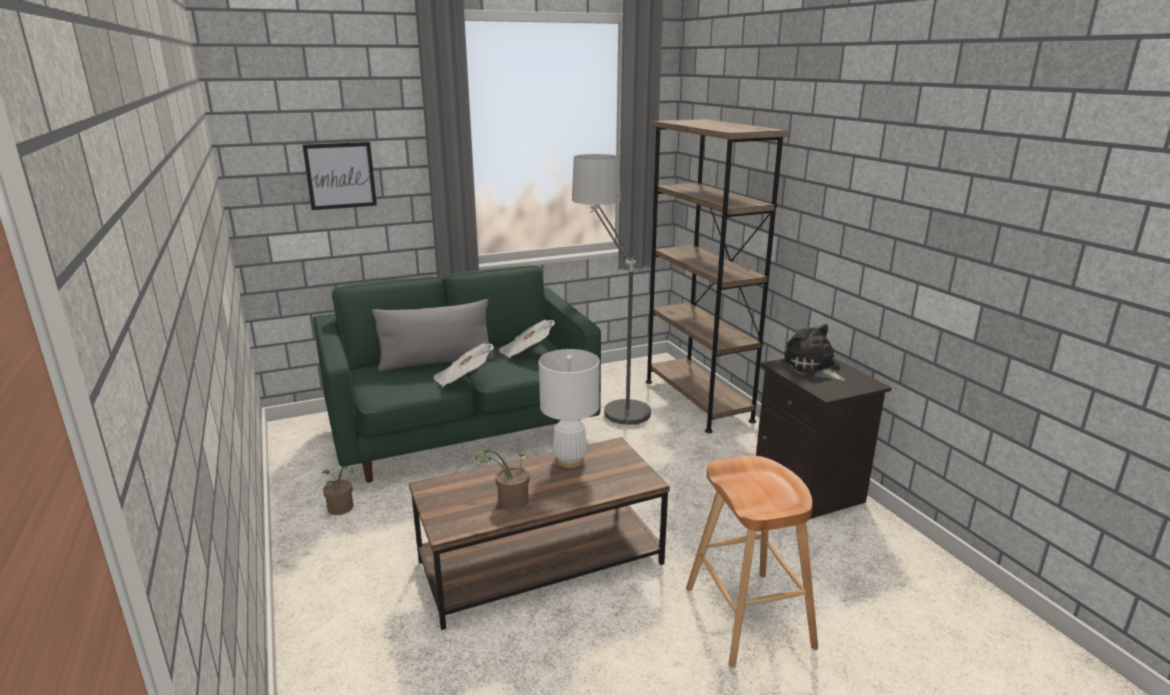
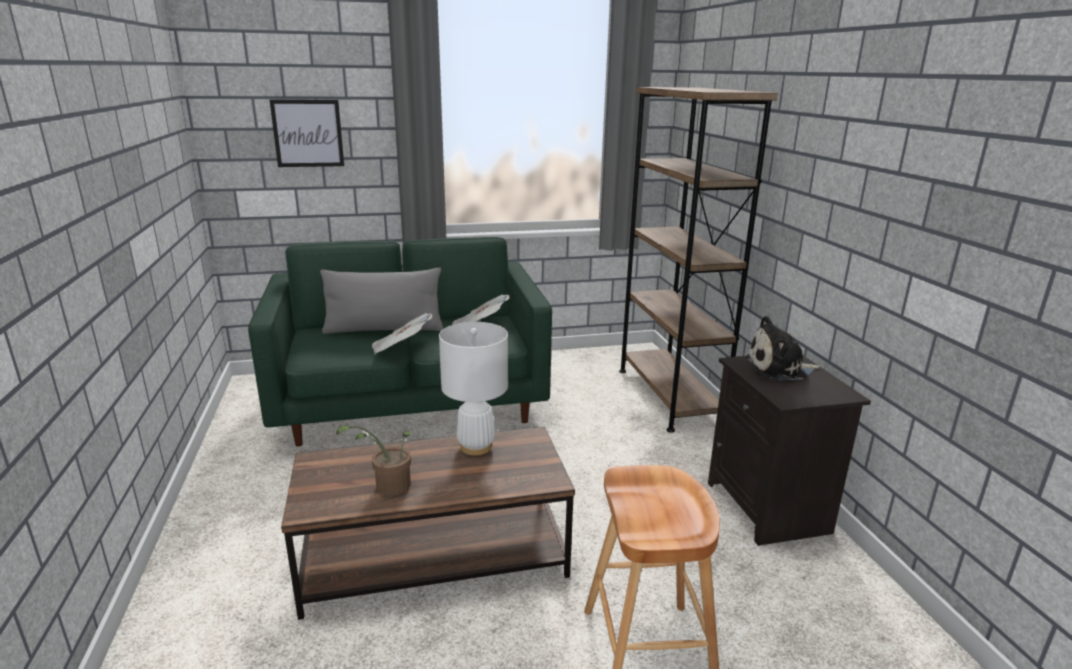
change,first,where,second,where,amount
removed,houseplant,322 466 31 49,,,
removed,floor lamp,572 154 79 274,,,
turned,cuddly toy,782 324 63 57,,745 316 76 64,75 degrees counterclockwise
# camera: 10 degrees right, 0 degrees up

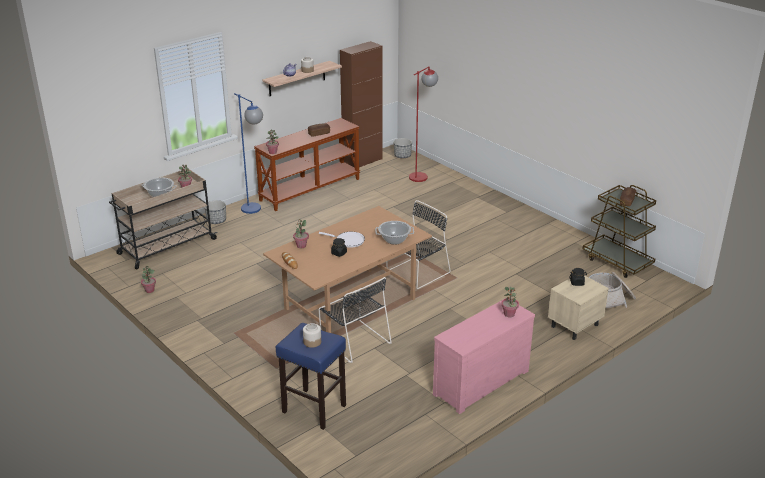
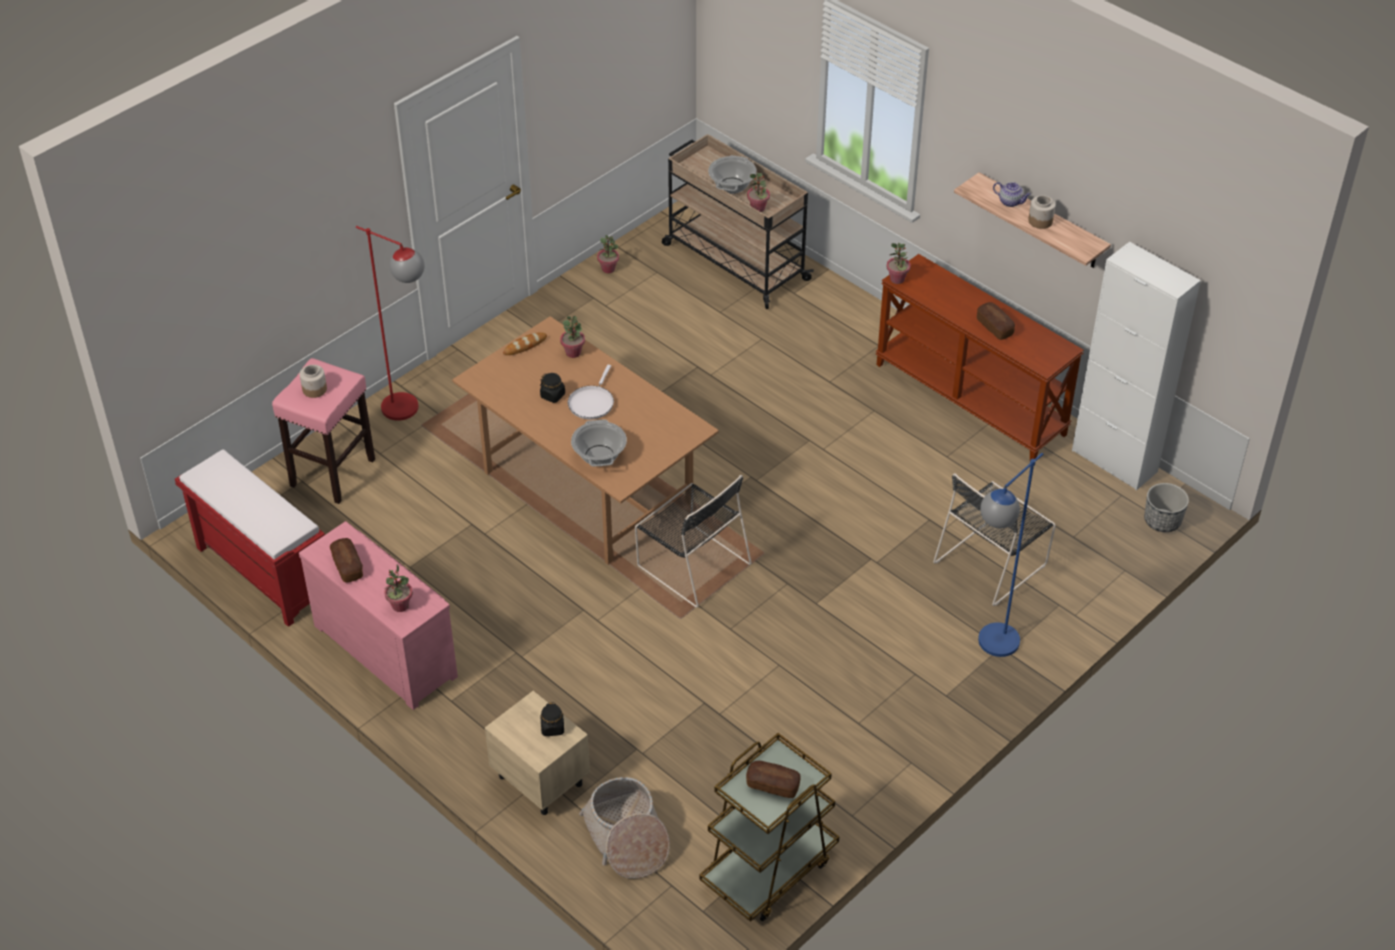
change,first,where,second,where,amount
removed,flower pot,204 200 22 24,,,
moved,floor lamp/blue,234 93 29 121,,978 453 65 204,
recoloured,stool seat/blue,276 323 70 107,stool seat/pink,272 358 103 146,
moved,upright chair/black-coloured,318 277 74 86,,933 474 123 132,
recoloured,cupboard/brownish,340 41 42 126,cupboard/whitish,1072 242 129 248,
moved,floor lamp/reddish,409 67 29 115,,356 226 68 195,
added,,,long seat/reddish,175 449 150 178,
added,,,baked bread,330 538 33 45,
# camera: 85 degrees right, 15 degrees up

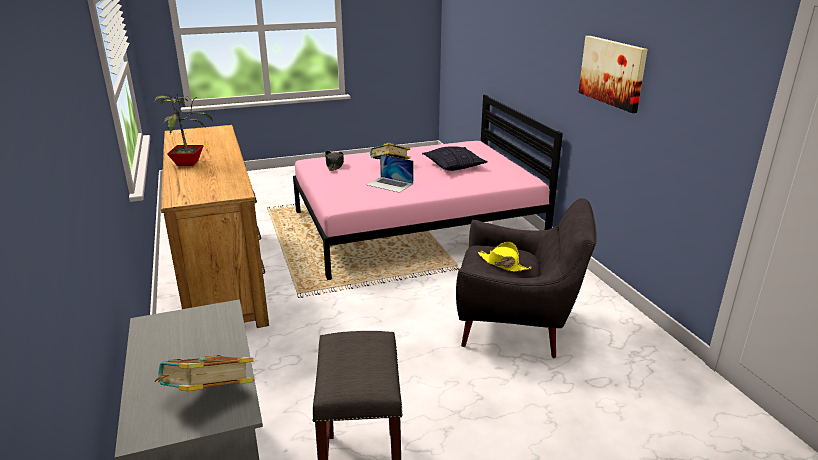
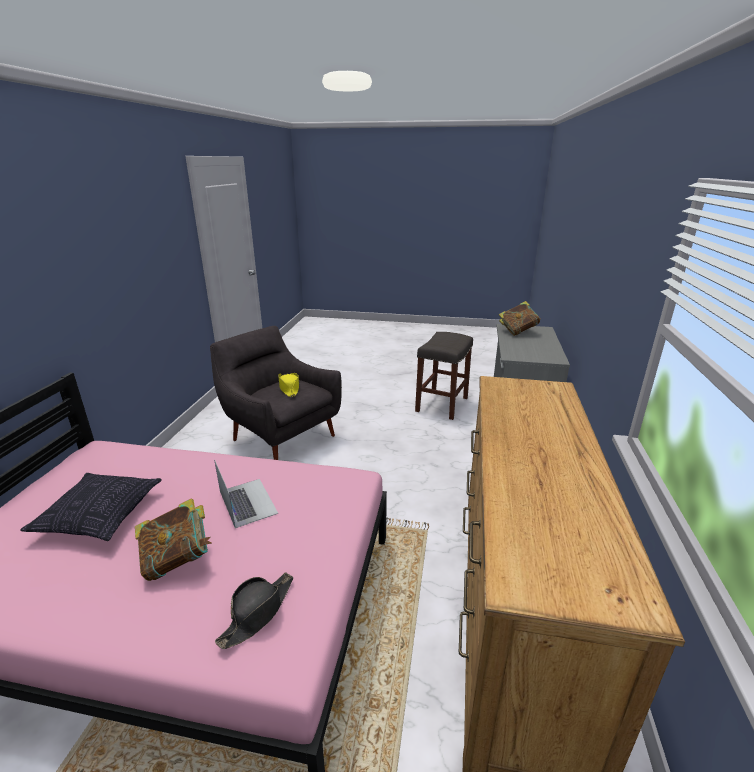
change,first,where,second,where,amount
removed,houseplant,153 91 60 75,,,
removed,wall art,579 36 69 77,,,
# camera: 150 degrees left, 0 degrees up

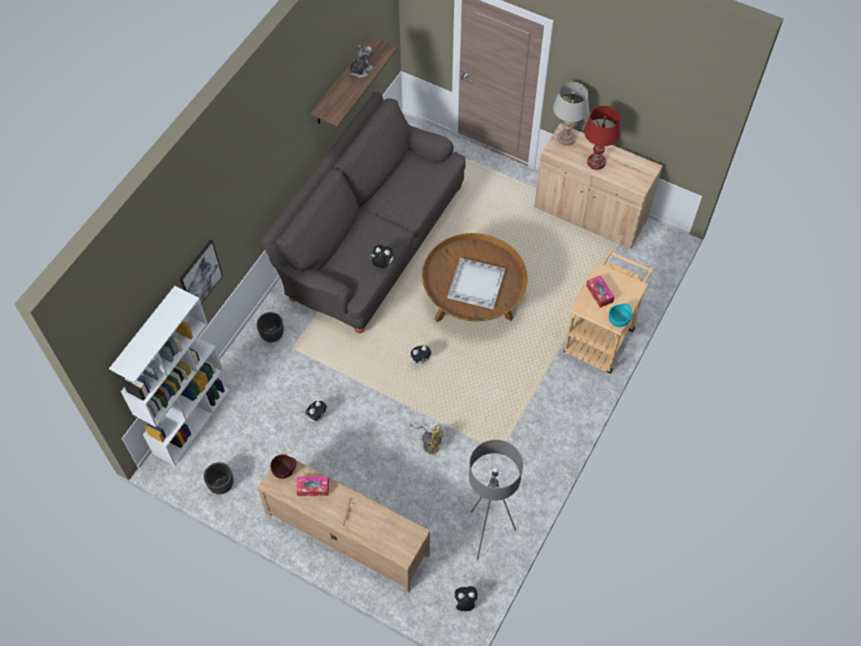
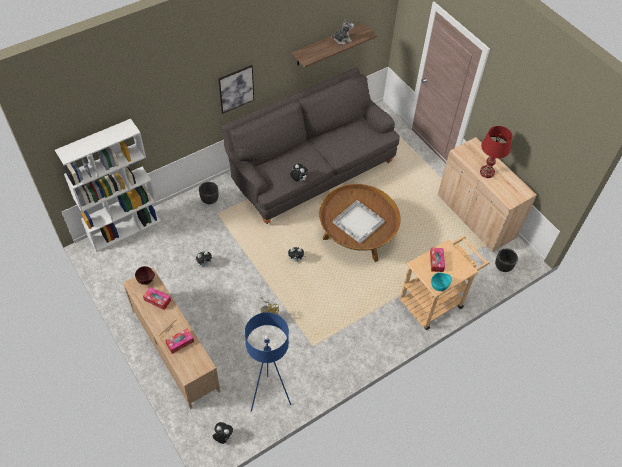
change,first,where,second,where,amount
moved,wall art,179 240 44 64,,218 65 36 49,
moved,flower pot/black-coloured,204 462 30 32,,495 248 23 24,
recoloured,floor lamp/grey,469 440 54 120,floor lamp/blue,245 312 46 100,
removed,table lamp/grey,553 82 36 64,,,
added,,,tissue box,165 329 29 25,
# camera: 25 degrees right, 5 degrees down

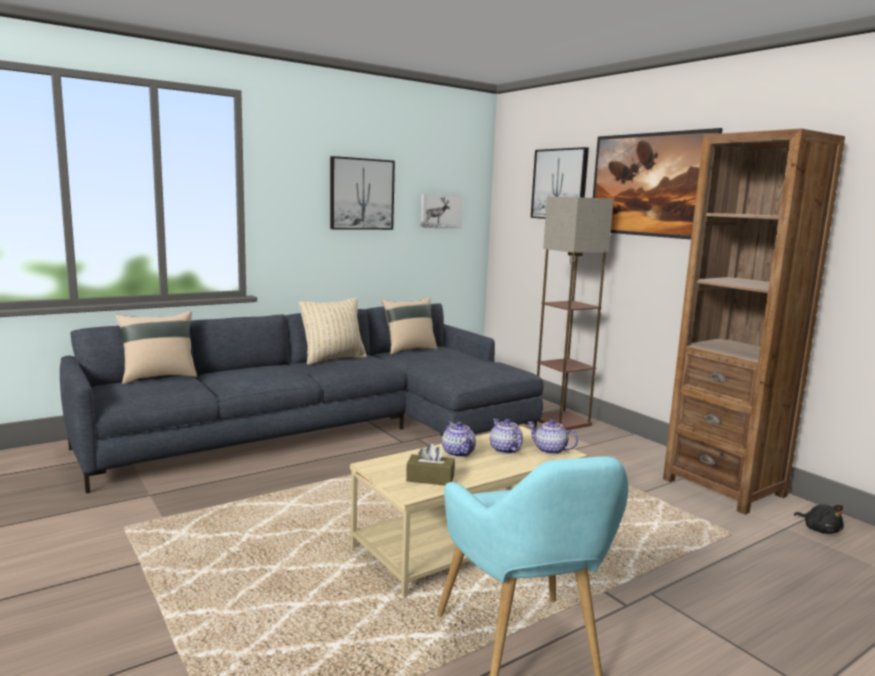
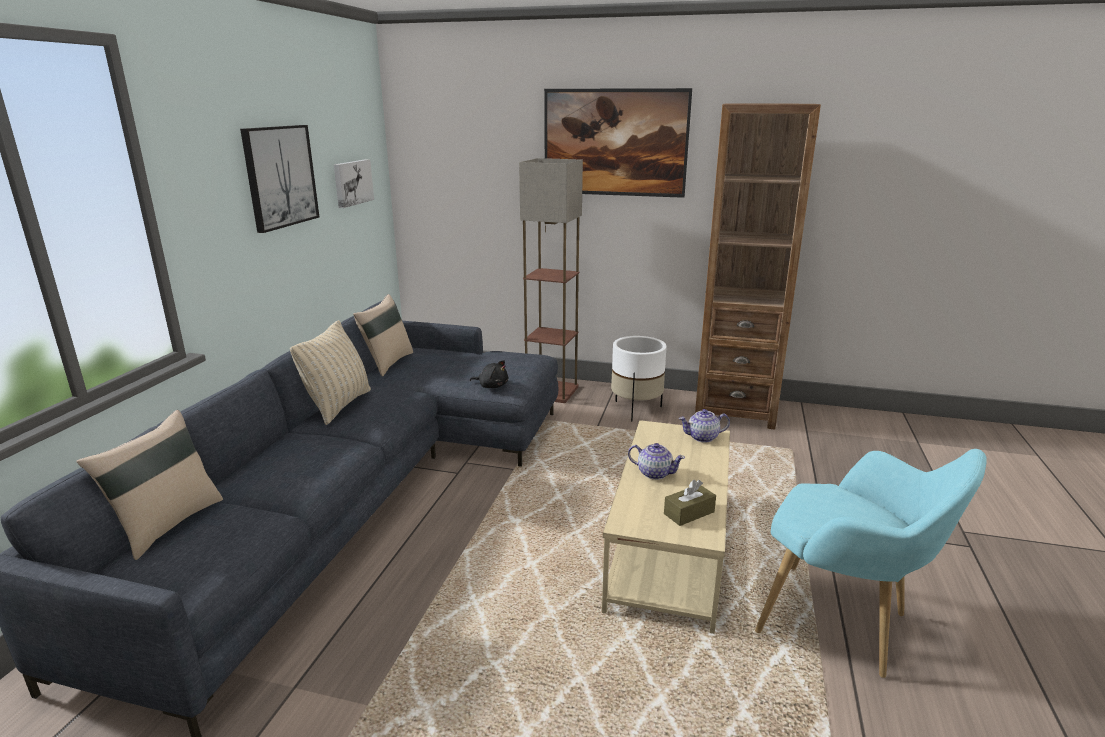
change,first,where,second,where,amount
removed,tea pot,490 419 33 35,,,
removed,wall art,531 147 58 72,,,
moved,cuddly toy/black-coloured,794 504 50 30,,470 360 38 28,
added,,,flower pot/whitish,611 336 56 85,
# camera: 40 degrees left, 10 degrees up

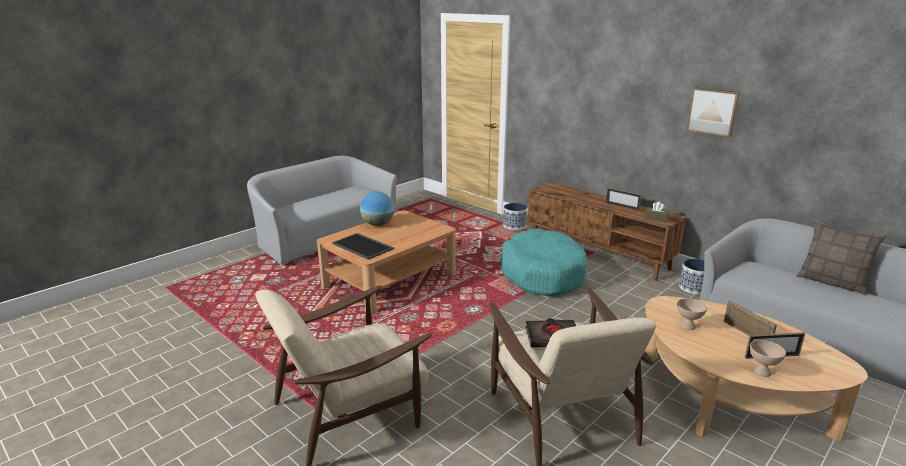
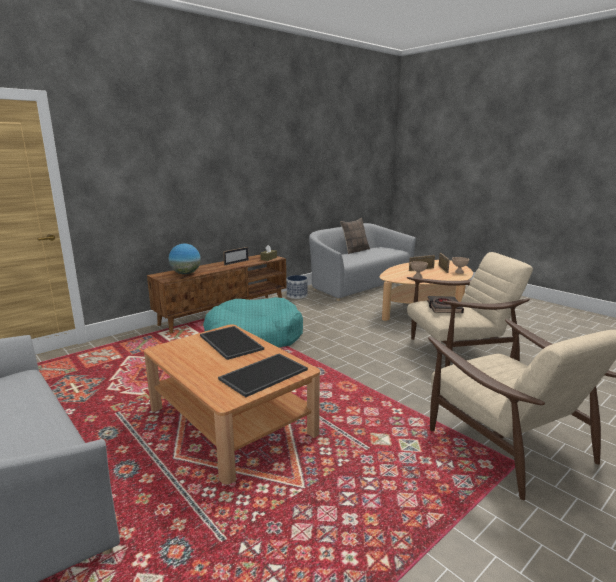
change,first,where,second,where,amount
moved,desk globe,360 192 34 34,,169 243 32 32,
removed,flower pot,503 203 24 27,,,
removed,wall art,687 87 53 50,,,
added,,,serving tray,200 326 64 34,
# camera: 85 degrees left, 5 degrees down

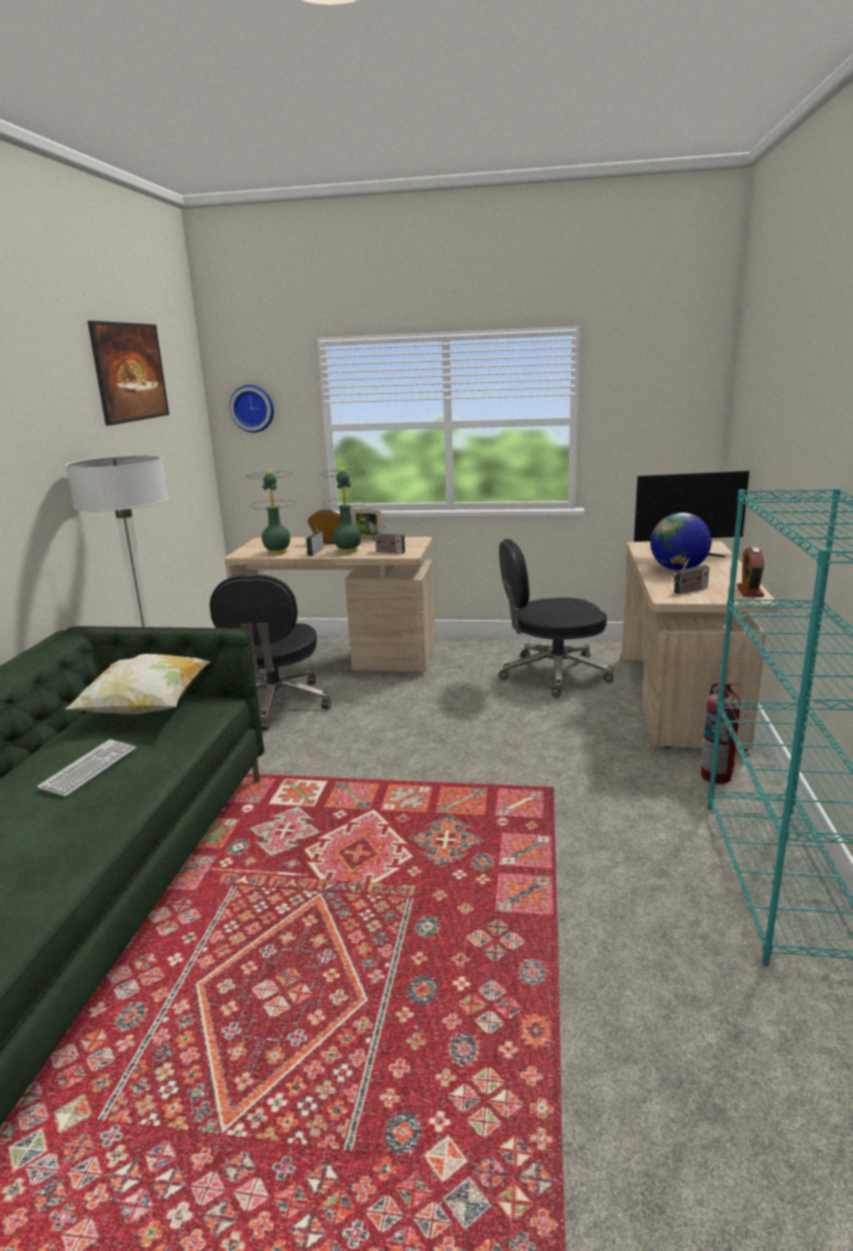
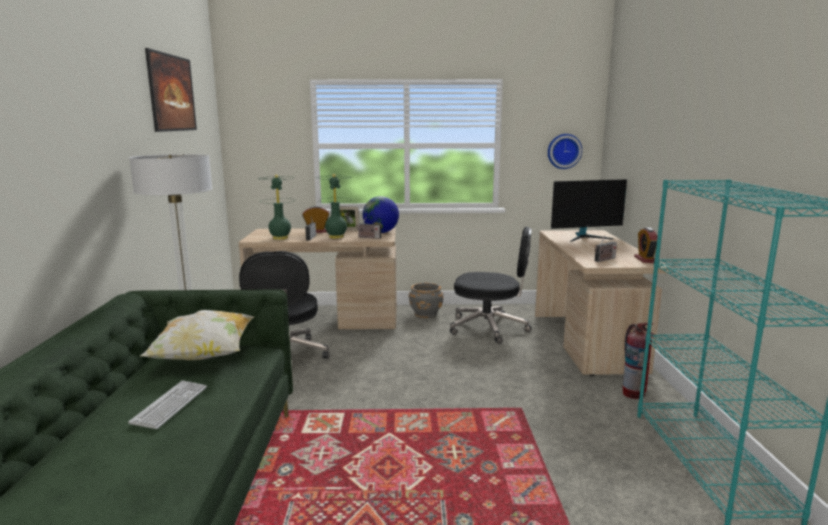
change,first,where,second,where,amount
moved,clock on the wall,230 385 44 48,,548 134 34 35,
turned,office chair/black-coloured,499 539 115 159,,450 227 82 117,150 degrees counterclockwise
moved,desk globe,650 513 62 58,,363 196 36 37,
added,,,flower pot/grey,409 283 34 35,
# camera: 10 degrees left, 5 degrees down

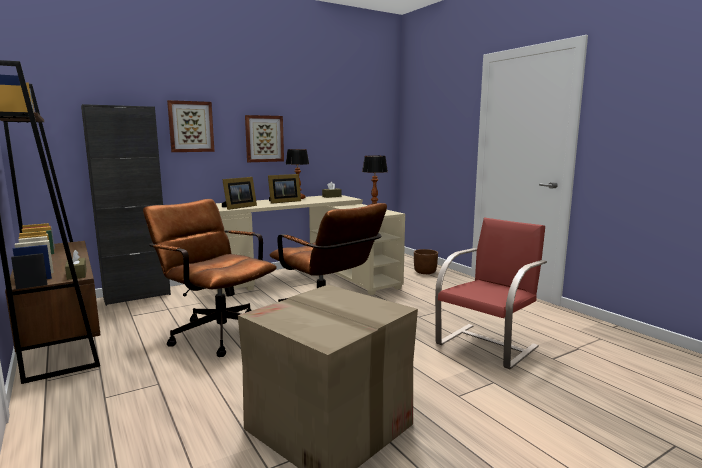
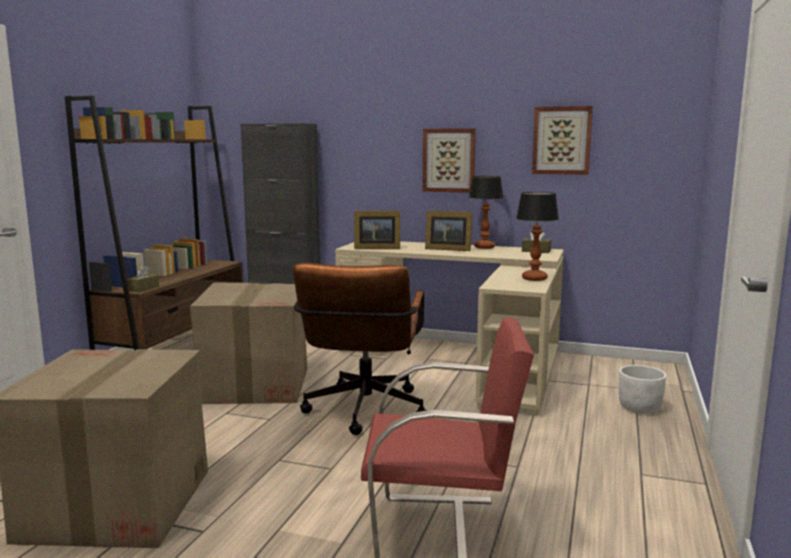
change,first,where,second,where,amount
replaced,office chair/brownish,143 199 134 158,cardboard box,190 283 117 121,
moved,wall art,167 100 48 52,,532 106 61 69,
recoloured,flower pot/brownish,414 249 24 25,flower pot/whitish,619 365 47 49,
# camera: 50 degrees right, 0 degrees up

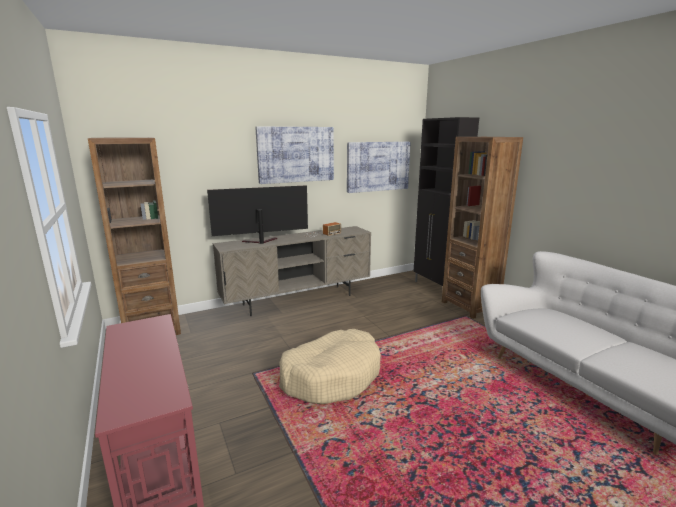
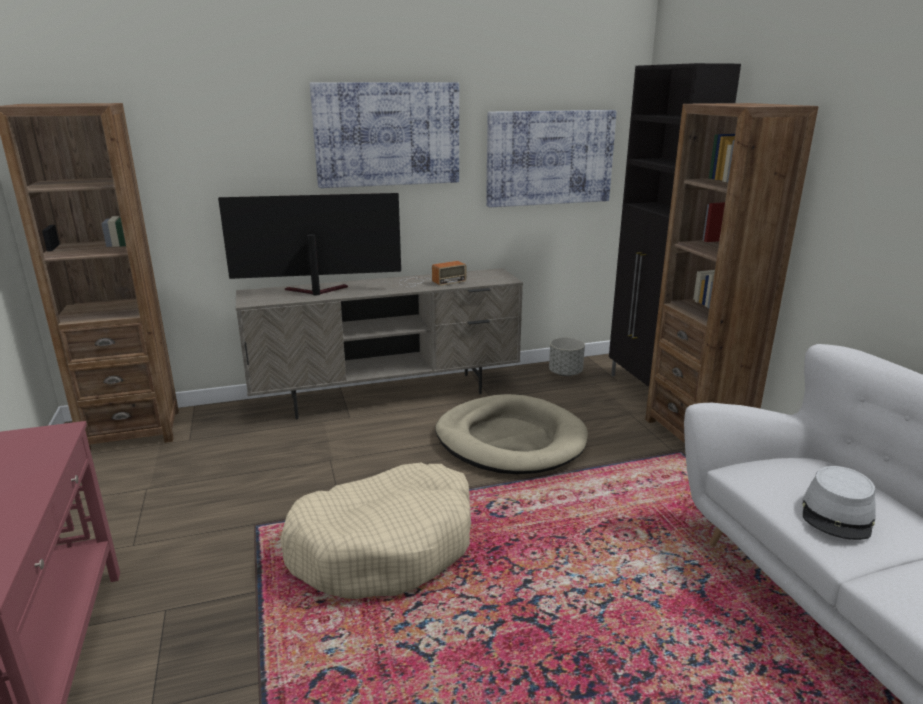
change,first,where,second,where,amount
added,,,dog bed/sand-coloured,436 394 152 80,
added,,,flower pot/grey,549 337 36 39,
added,,,wearable hat/grey,802 466 74 74,
# camera: 10 degrees right, 5 degrees up

